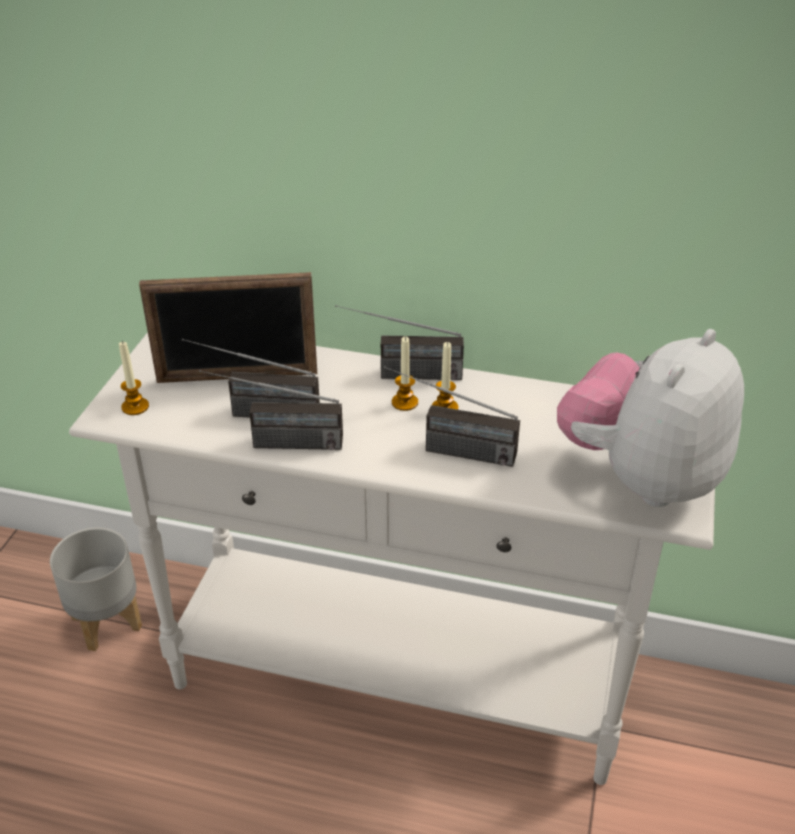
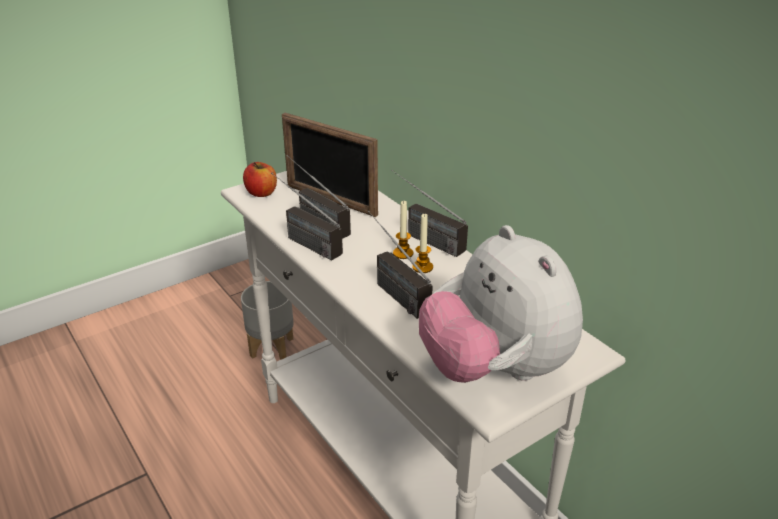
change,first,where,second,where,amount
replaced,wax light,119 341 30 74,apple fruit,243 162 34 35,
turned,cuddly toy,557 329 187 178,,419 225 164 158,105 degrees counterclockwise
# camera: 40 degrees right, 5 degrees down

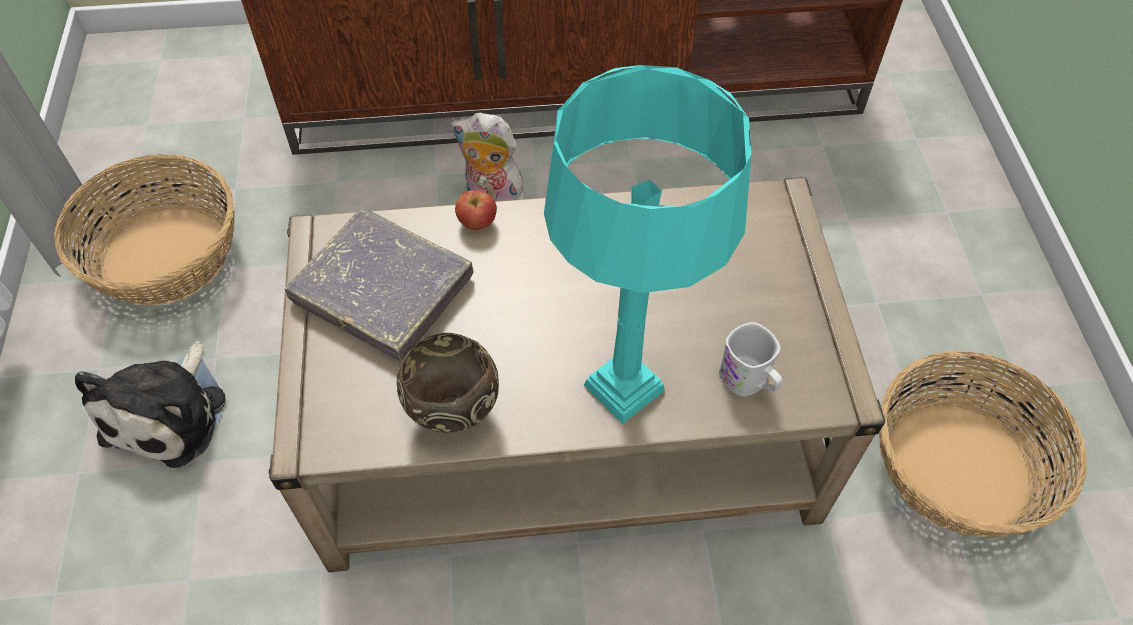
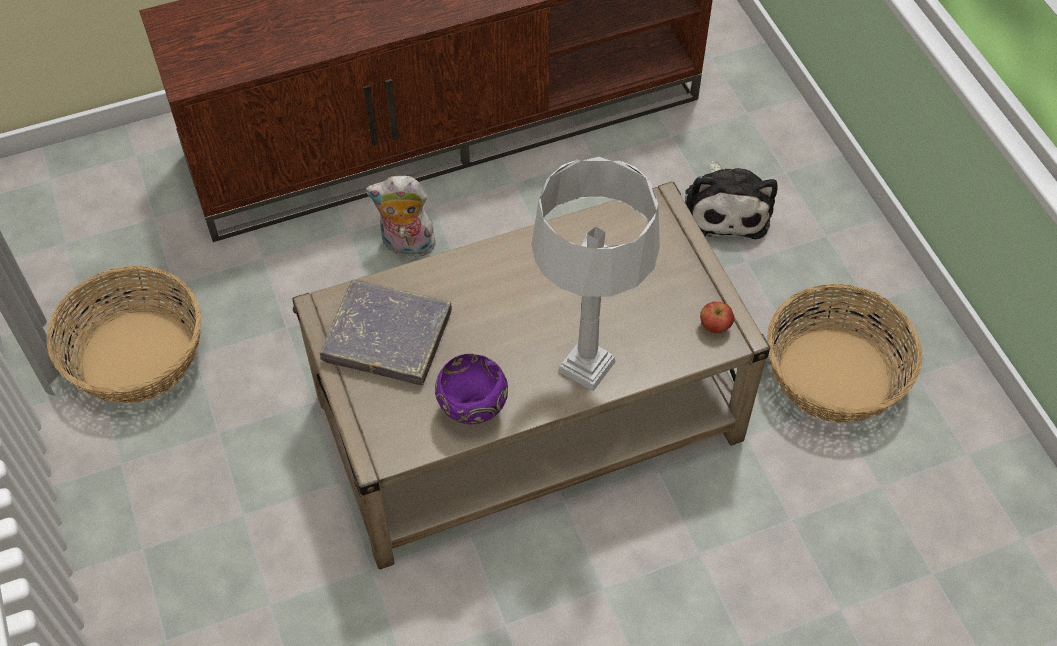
change,first,where,second,where,amount
moved,cuddly toy,75 341 151 127,,685 161 92 78,
recoloured,serving bowl/brownish,397 333 102 100,serving bowl/purple-coloured,435 354 73 70,
moved,apple fruit,455 190 42 40,,700 302 34 32,
recoloured,table lamp/blue-green,544 65 207 359,table lamp/grey,532 157 128 234,
removed,mug/whitish,719 322 64 75,,,
# camera: 15 degrees left, 0 degrees up

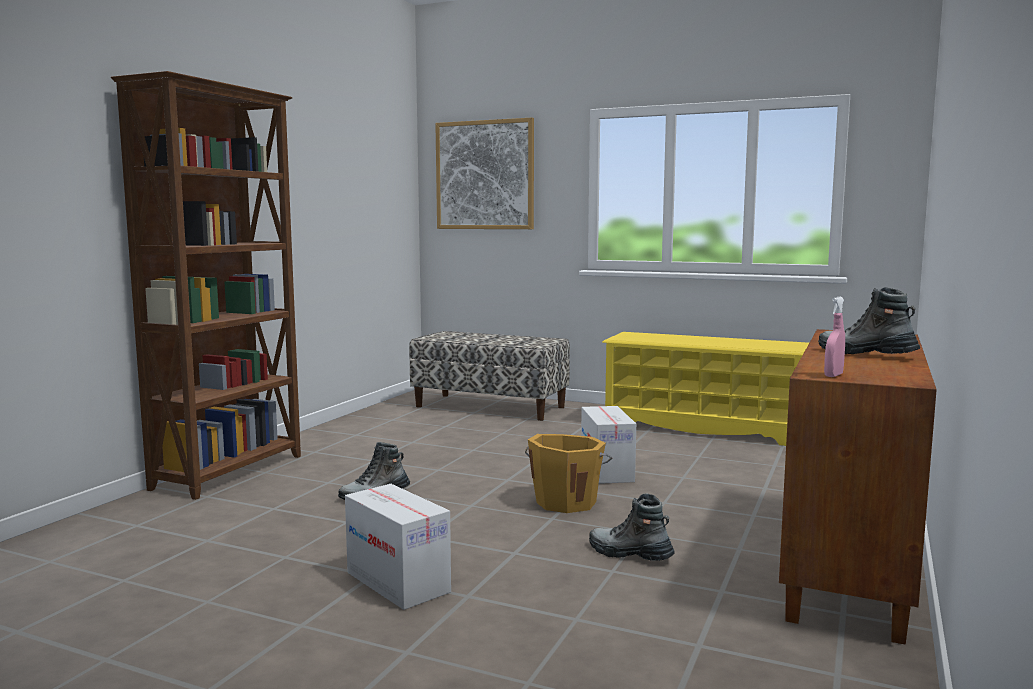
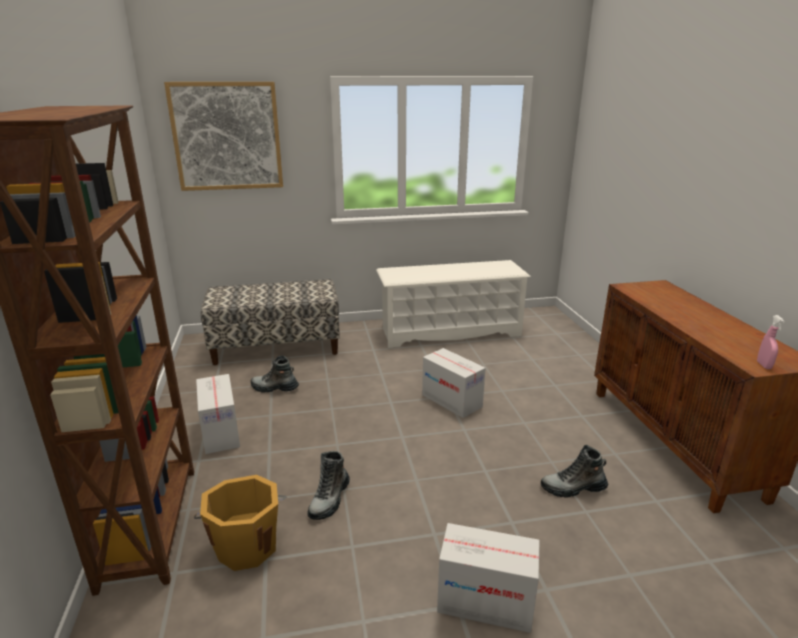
change,first,where,second,where,amount
moved,pail/orange-coloured,525 434 88 79,,194 475 93 96,
recoloured,shoe rack/yellowish,602 332 207 114,shoe rack/whitish,376 260 155 88,
moved,high-top boot,818 287 102 67,,251 355 48 38,
added,,,cardboard box,196 374 44 80,
# camera: 35 degrees left, 15 degrees up

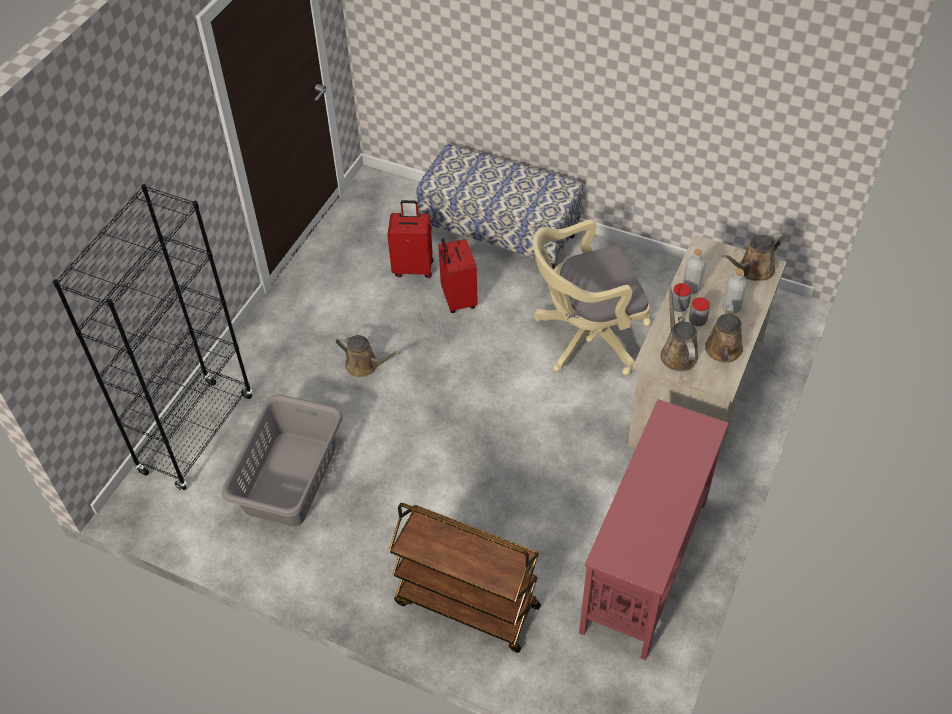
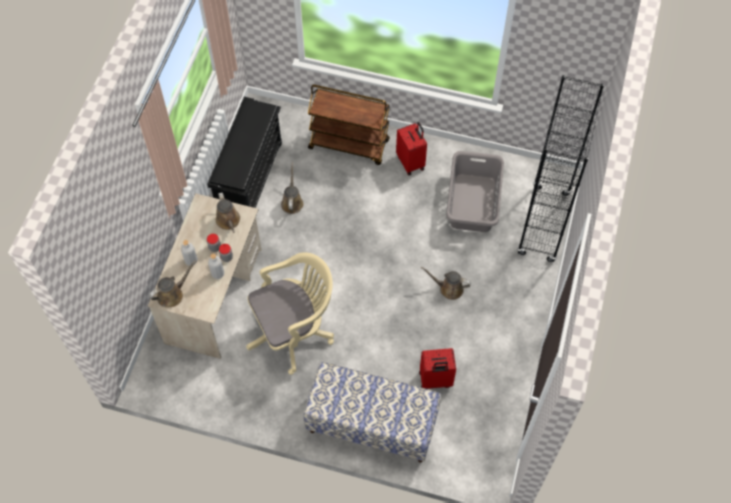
change,first,where,second,where,amount
moved,suitcase/reddish,438 238 40 75,,396 122 31 54,
replaced,hall table/reddish,579 399 150 261,shoe rack/black-coloured,207 97 75 111,
moved,watering pot/brownish,705 304 38 59,,281 162 23 52,
# camera: 170 degrees right, 10 degrees up

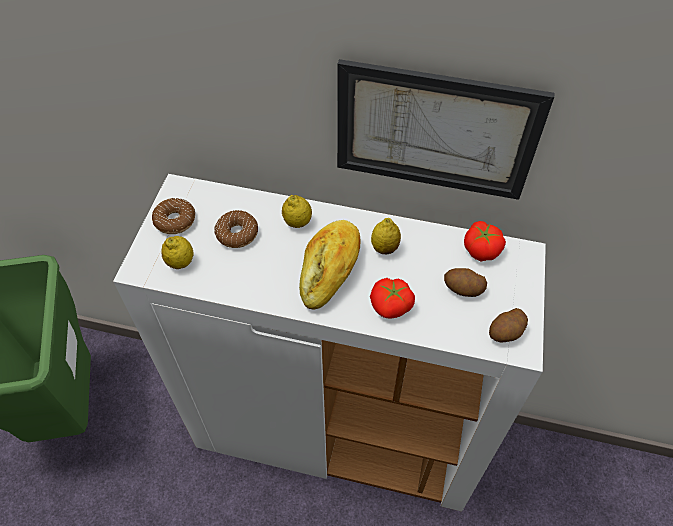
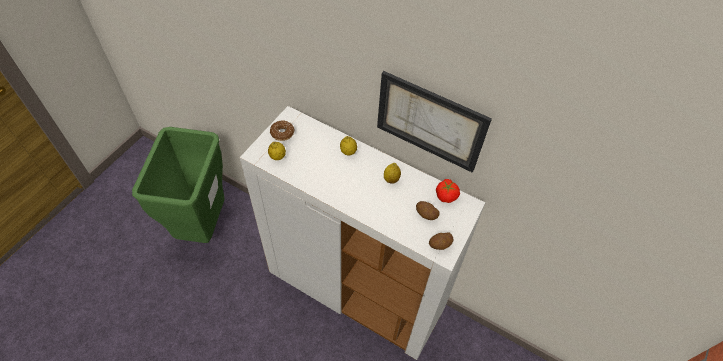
change,first,where,second,where,amount
removed,ring doughnut,214 210 44 38,,,
removed,baked bread,299 220 62 90,,,
removed,fresh tomato,370 278 45 41,,,
# camera: 15 degrees right, 0 degrees up

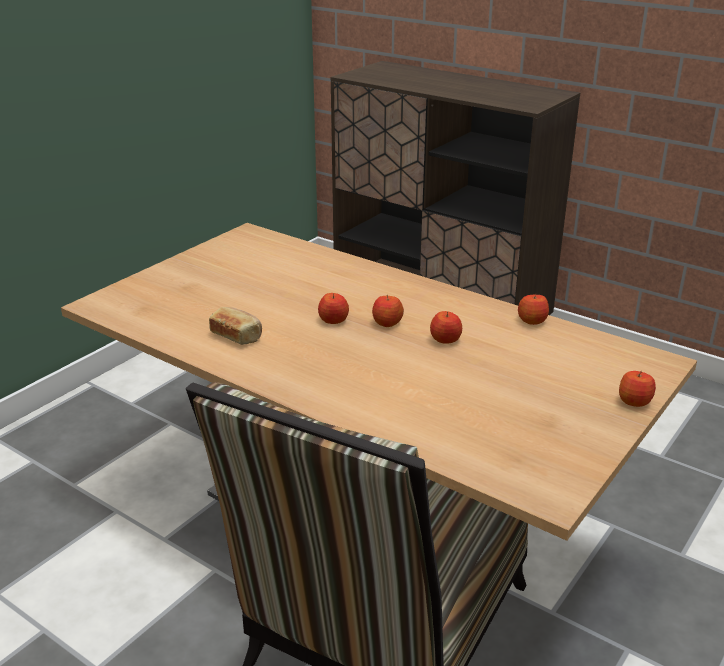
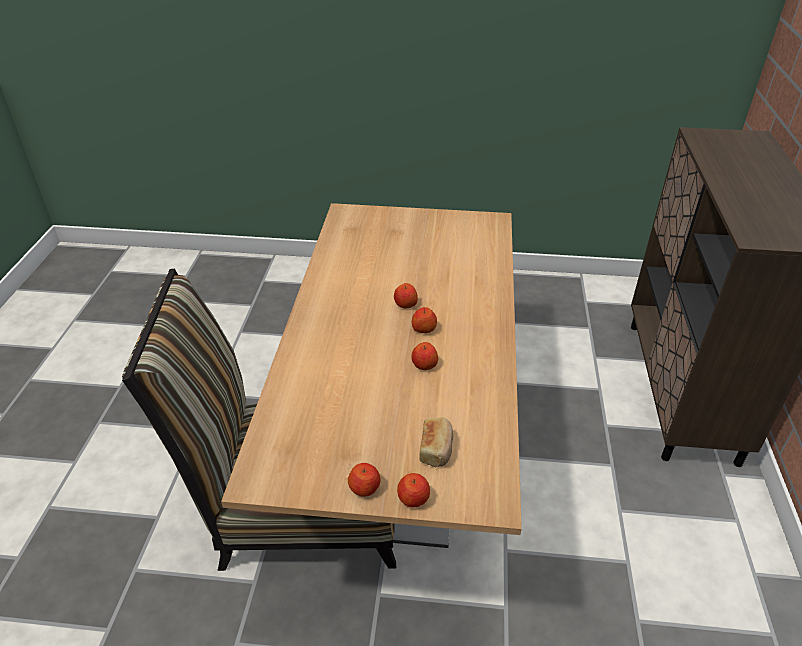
change,first,where,second,where,amount
moved,baked bread,209 307 53 38,,419 417 34 50,
moved,apple fruit,518 295 31 30,,348 463 33 34,
# camera: 60 degrees right, 10 degrees up

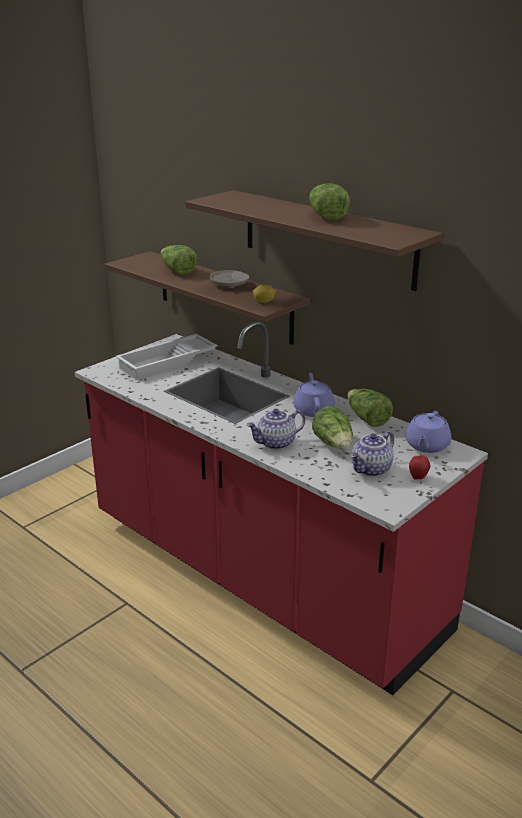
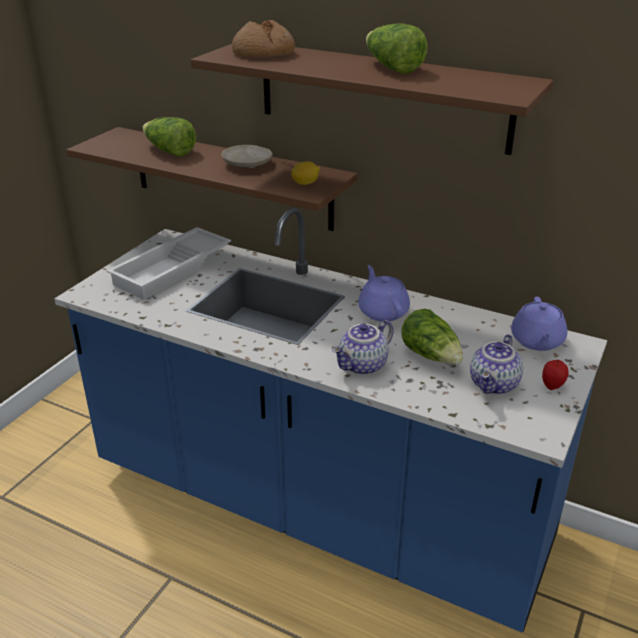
change,first,where,second,where,amount
recoloured,kitchen counter/reddish,74 321 414 374,kitchen counter/blue,54 207 553 425,
removed,lettuce head,347 389 46 38,,,
added,,,baked bread,232 20 63 38,
# camera: 15 degrees left, 5 degrees up

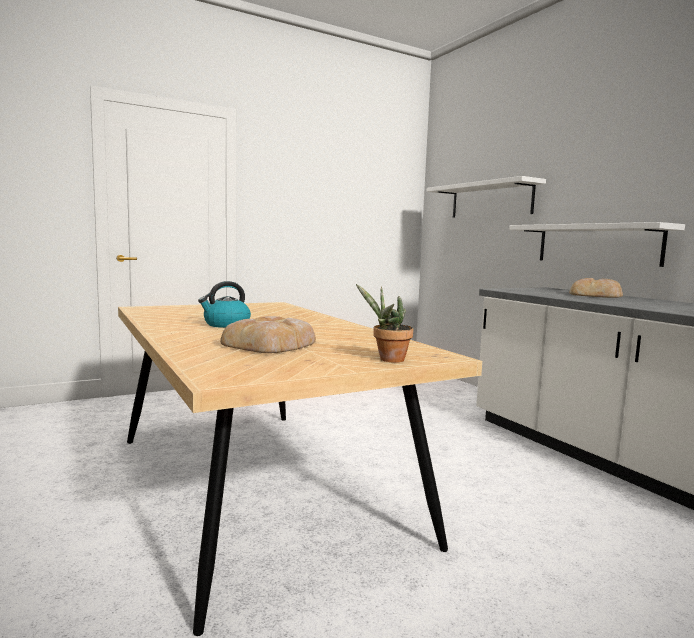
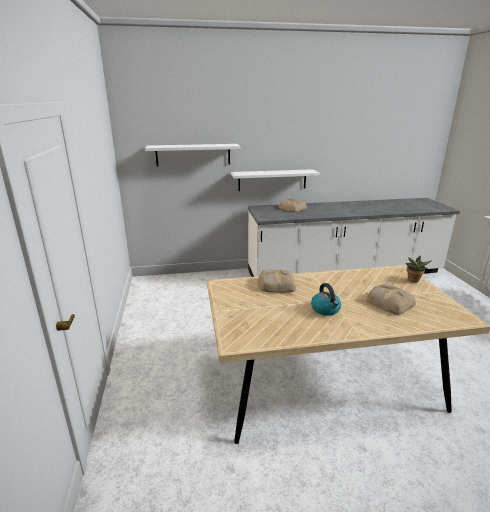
change,first,where,second,where,amount
added,,,baked bread,257 270 39 23,
# camera: 70 degrees left, 15 degrees up

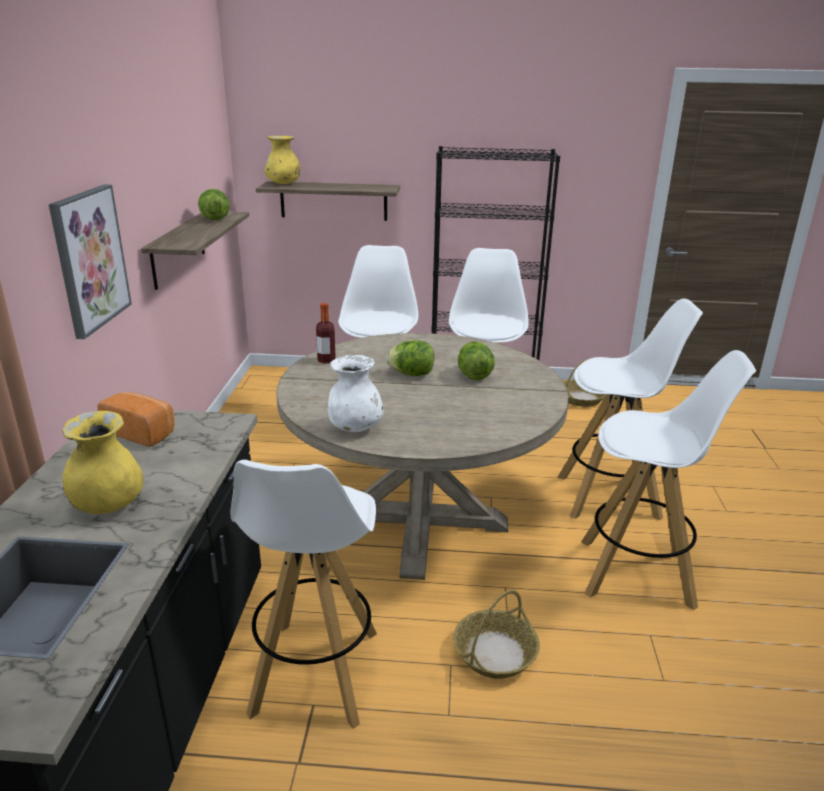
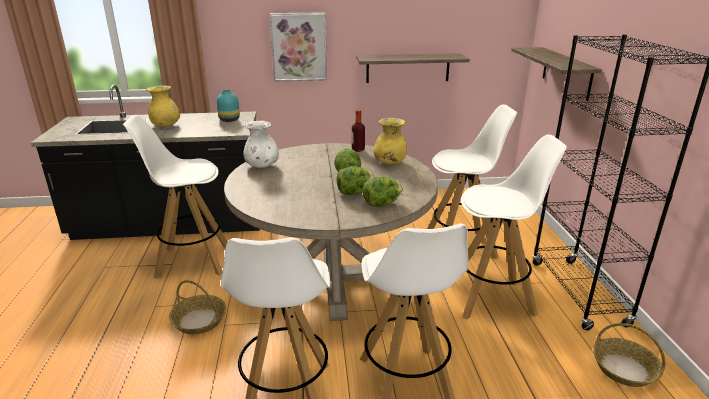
change,first,where,second,where,amount
replaced,baked bread,97 392 77 55,decorative vase/blue-green,217 90 23 32,
moved,lettuce head,198 189 32 31,,363 176 40 31,
moved,decorative vase/yellowish,264 136 36 48,,373 118 34 46,
# camera: 80 degrees right, 0 degrees up

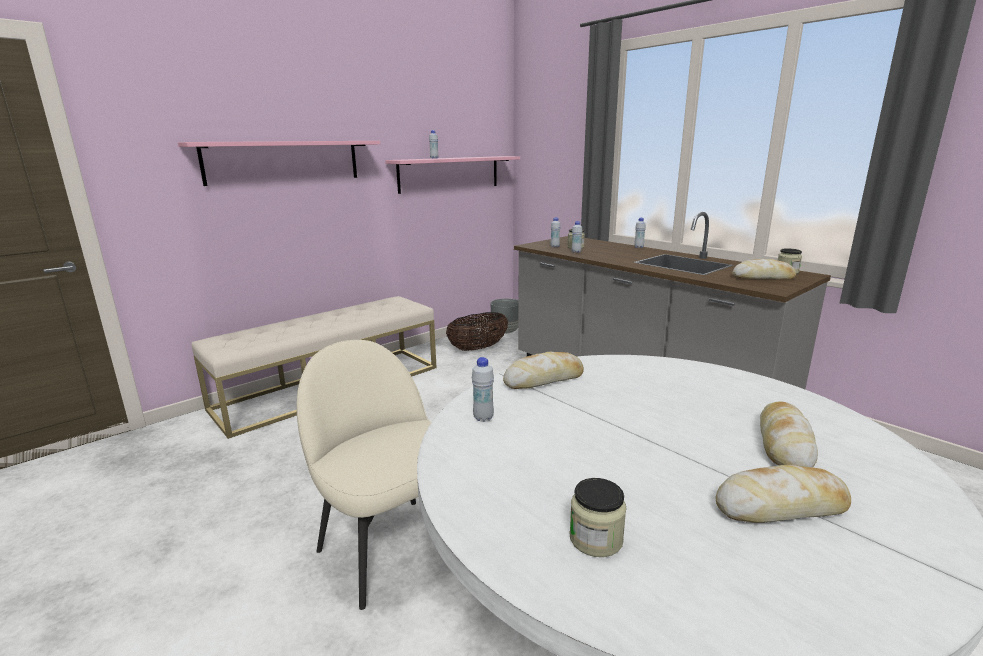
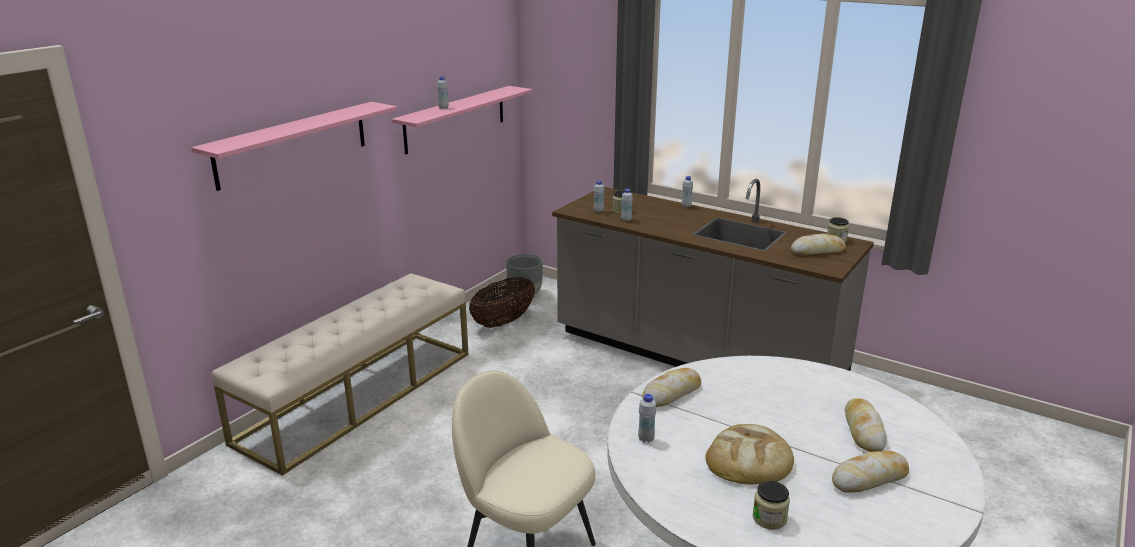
change,first,where,second,where,amount
added,,,baked bread,705 424 89 60,
# camera: 15 degrees left, 5 degrees up

